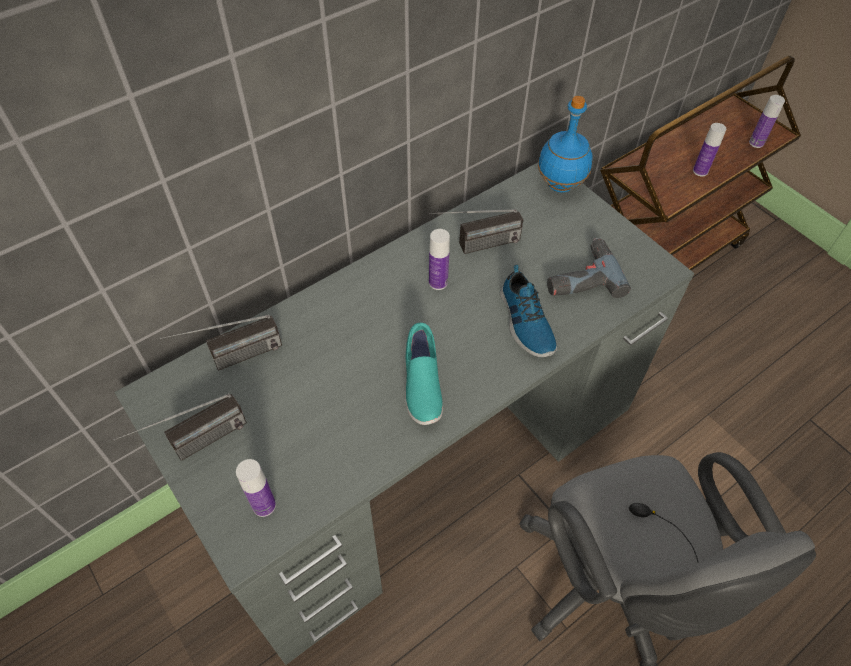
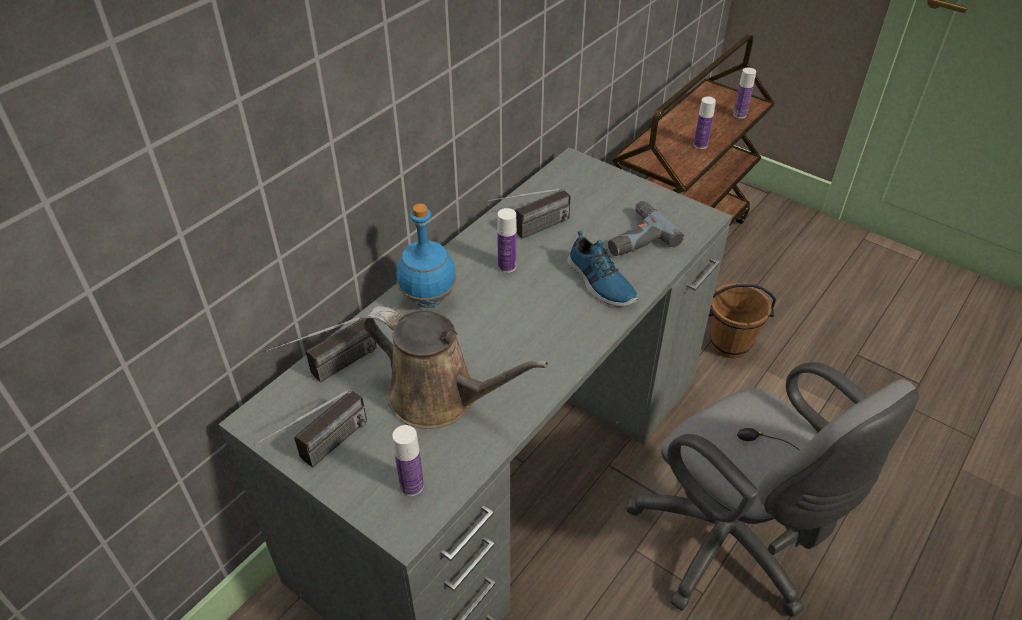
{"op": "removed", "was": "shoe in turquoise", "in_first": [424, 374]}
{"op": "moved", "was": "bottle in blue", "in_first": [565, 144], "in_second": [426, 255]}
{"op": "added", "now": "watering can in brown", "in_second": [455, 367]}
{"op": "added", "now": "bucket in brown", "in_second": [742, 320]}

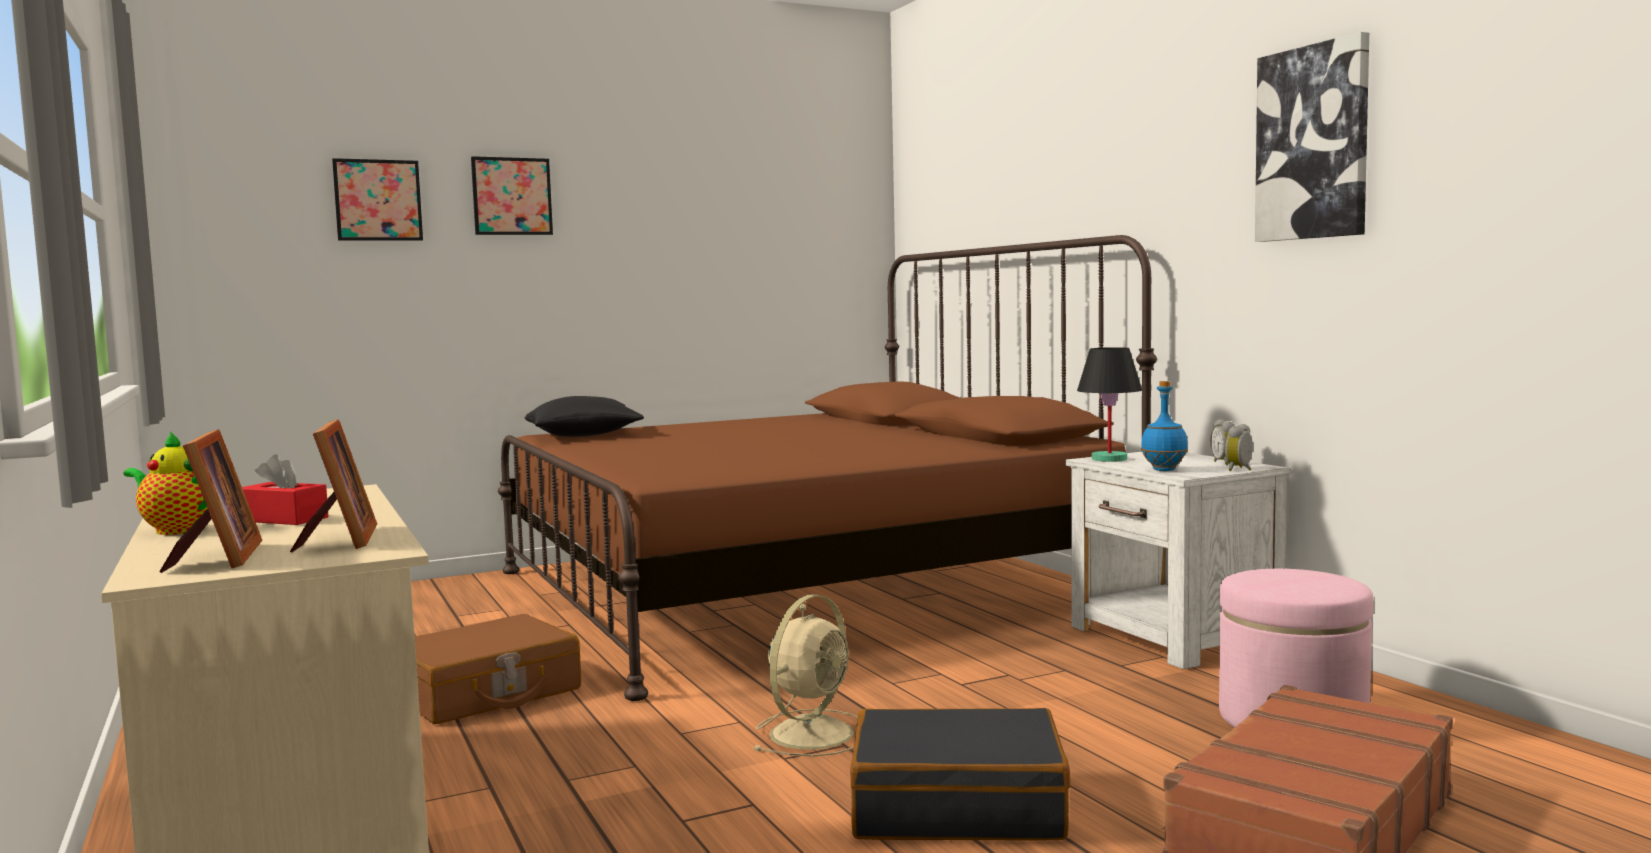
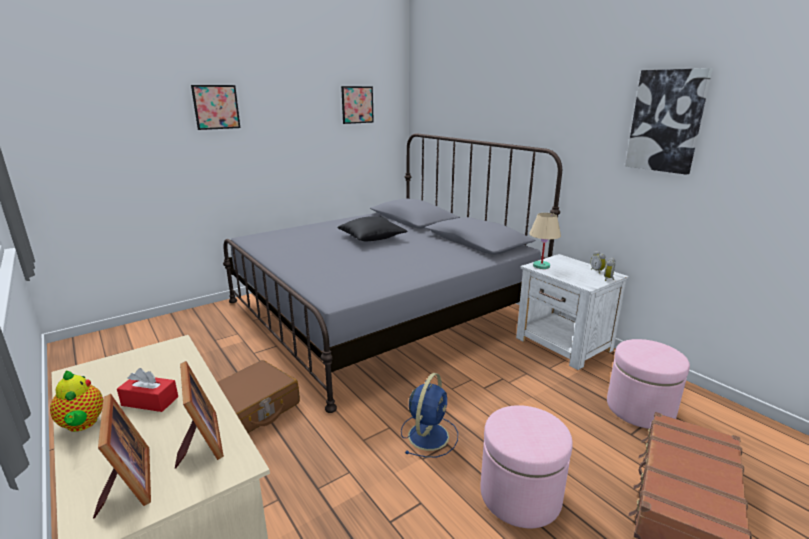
{"op": "turned", "was": "teapot", "in_first": [165, 483], "in_second": [76, 401], "clockwise": -135}
{"op": "moved", "was": "picture", "in_first": [377, 199], "in_second": [357, 105]}
{"op": "recoloured", "was": "bed in brown", "now": "bed in grey", "in_first": [827, 468], "in_second": [392, 273]}
{"op": "moved", "was": "pillow in black", "in_first": [584, 416], "in_second": [372, 228]}
{"op": "recoloured", "was": "fan in beige", "now": "fan in blue", "in_first": [805, 675], "in_second": [429, 415]}
{"op": "replaced", "was": "suitcase in black", "now": "ottoman in pink", "in_first": [960, 774], "in_second": [526, 466]}
{"op": "recoloured", "was": "table lamp in black", "now": "table lamp in beige", "in_first": [1109, 404], "in_second": [545, 241]}
{"op": "removed", "was": "bottle in blue", "in_first": [1164, 426]}

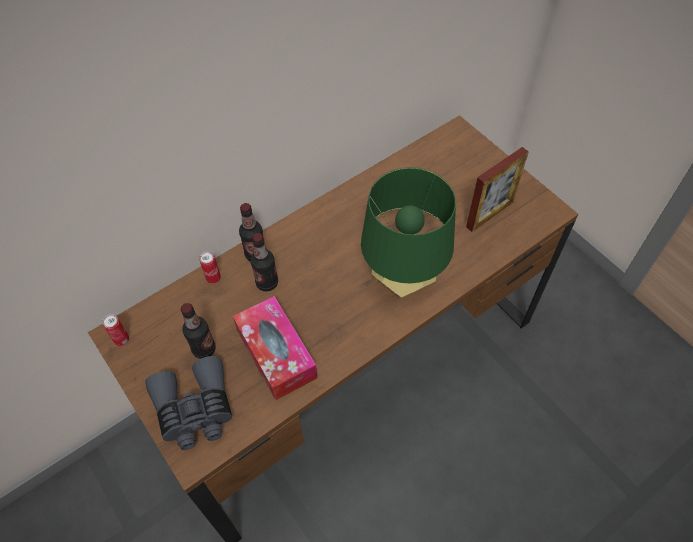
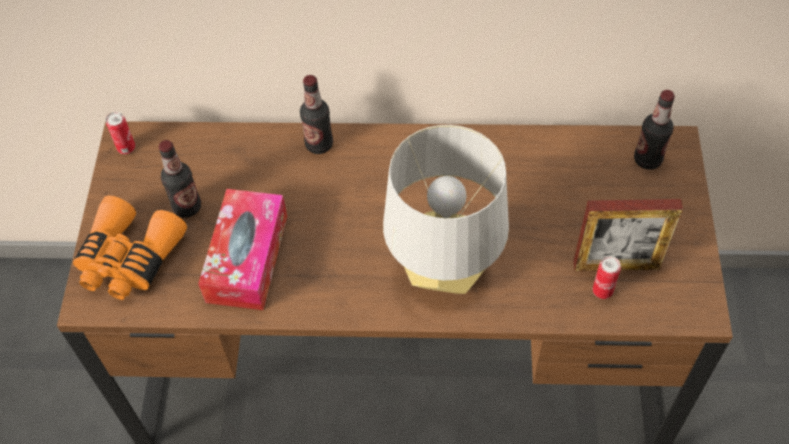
{"op": "recoloured", "was": "binoculars in grey", "now": "binoculars in orange", "in_first": [188, 403], "in_second": [130, 247]}
{"op": "moved", "was": "can", "in_first": [210, 267], "in_second": [607, 277]}
{"op": "moved", "was": "bottle", "in_first": [264, 262], "in_second": [654, 130]}
{"op": "recoloured", "was": "table lamp in green", "now": "table lamp in grey", "in_first": [408, 232], "in_second": [446, 209]}

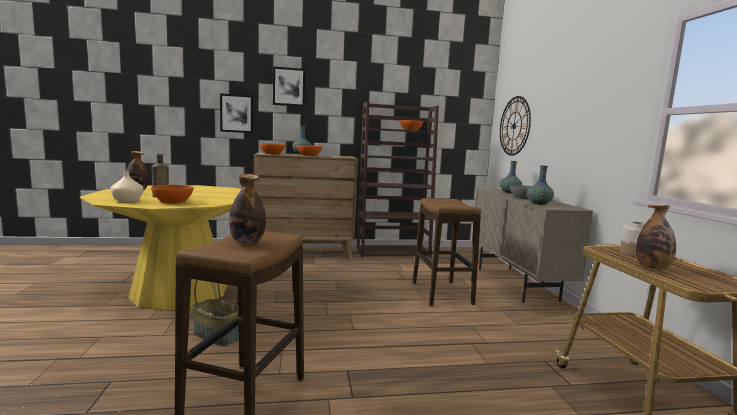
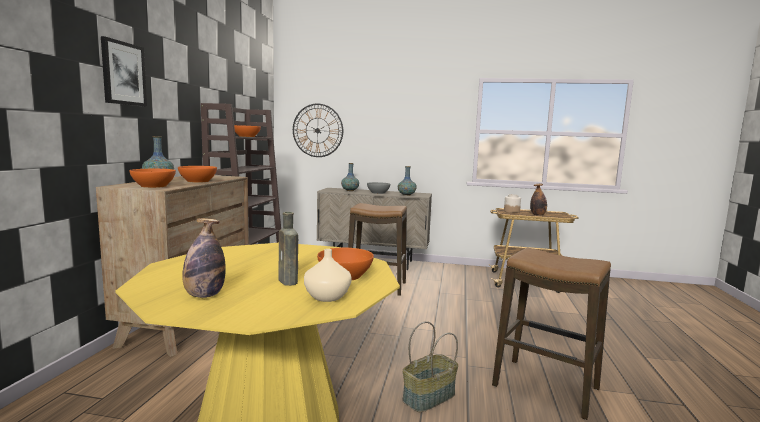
{"op": "removed", "was": "picture", "in_first": [236, 113]}
{"op": "removed", "was": "bottle", "in_first": [247, 209]}

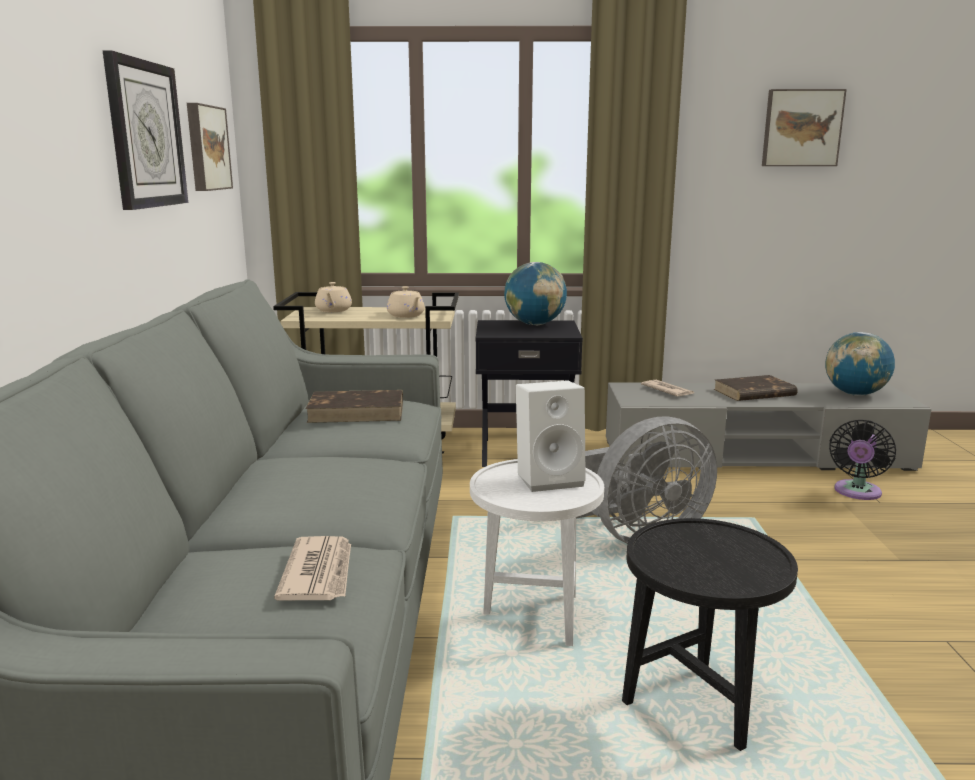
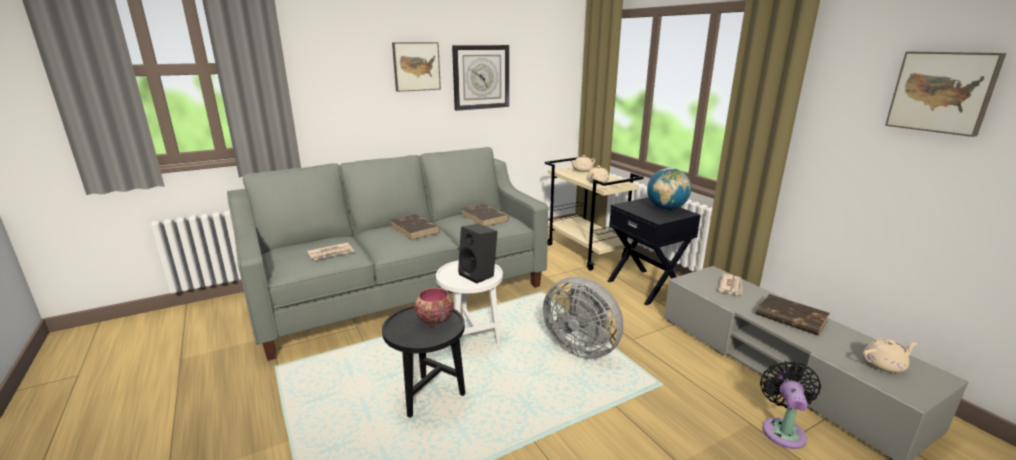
{"op": "moved", "was": "picture", "in_first": [210, 147], "in_second": [416, 67]}
{"op": "recoloured", "was": "speaker in white", "now": "speaker in black", "in_first": [551, 436], "in_second": [478, 254]}
{"op": "replaced", "was": "globe", "now": "teapot in beige", "in_first": [860, 364], "in_second": [890, 355]}
{"op": "turned", "was": "fan in black", "in_first": [862, 460], "in_second": [790, 405], "clockwise": 105}
{"op": "added", "now": "book in brown", "in_second": [415, 227]}
{"op": "added", "now": "bowl", "in_second": [434, 308]}

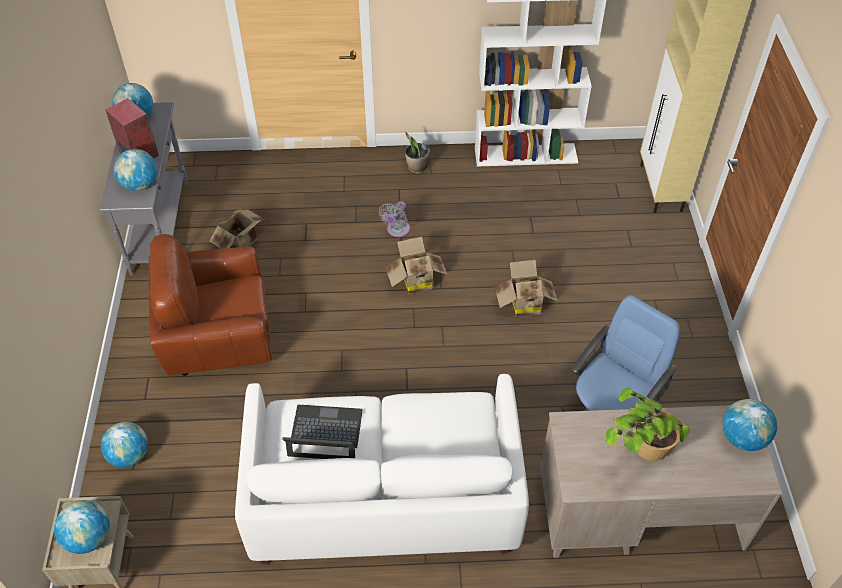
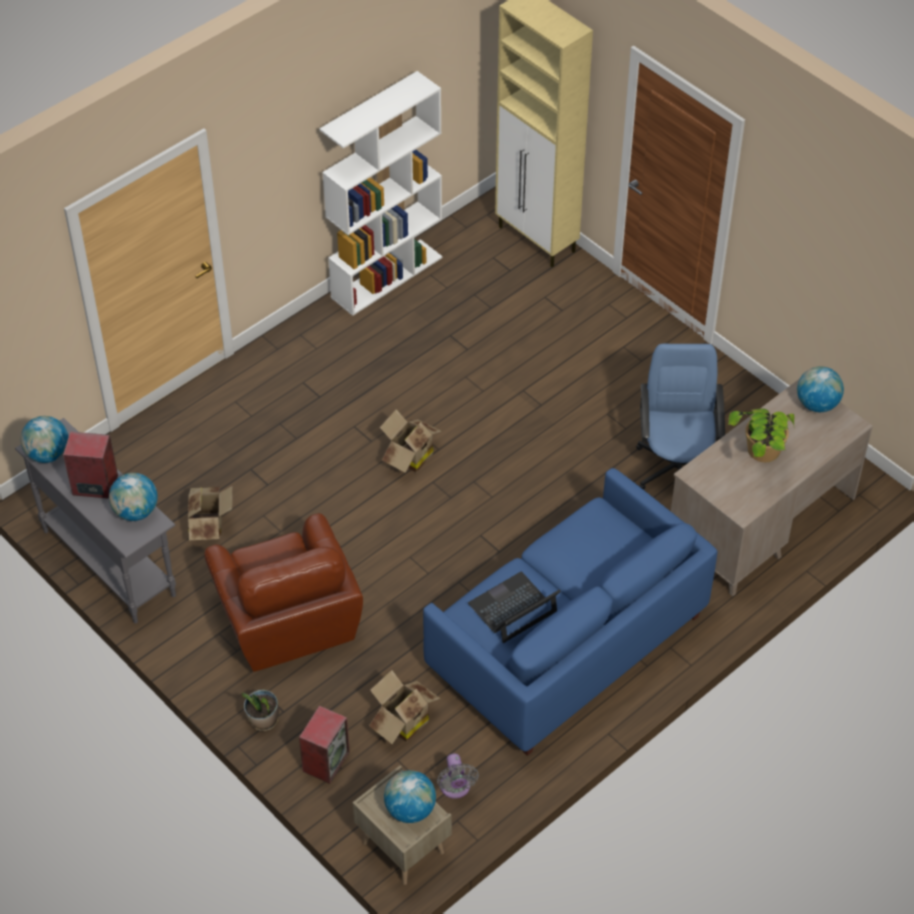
{"op": "replaced", "was": "globe", "now": "speaker", "in_first": [124, 444], "in_second": [324, 745]}
{"op": "turned", "was": "armchair in brown", "in_first": [210, 305], "in_second": [283, 592], "clockwise": -60}
{"op": "recoloured", "was": "sofa in white", "now": "sofa in blue", "in_first": [382, 469], "in_second": [570, 612]}
{"op": "moved", "was": "fan in grey", "in_first": [394, 219], "in_second": [458, 776]}
{"op": "moved", "was": "potted plant", "in_first": [417, 153], "in_second": [260, 710]}
{"op": "moved", "was": "cardboard box", "in_first": [526, 288], "in_second": [404, 707]}

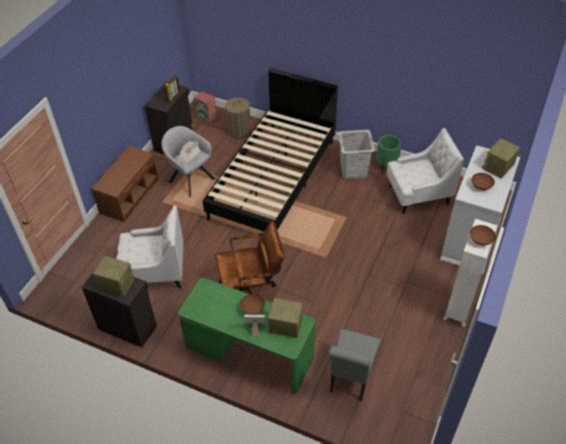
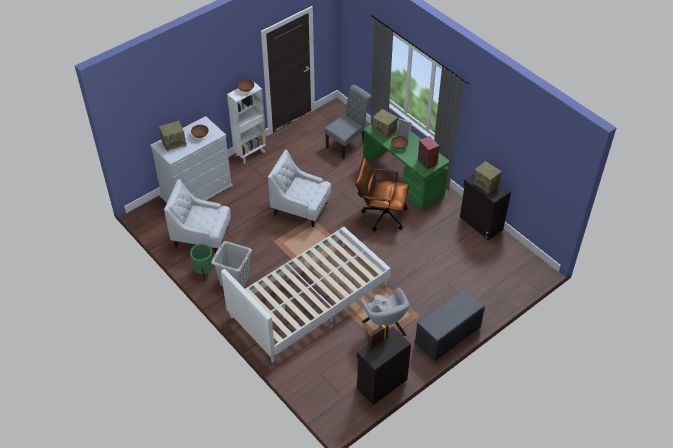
{"op": "recoloured", "was": "bench in brown", "now": "bench in grey", "in_first": [124, 184], "in_second": [450, 324]}
{"op": "moved", "was": "armchair in white", "in_first": [149, 247], "in_second": [299, 188]}
{"op": "moved", "was": "speaker", "in_first": [205, 107], "in_second": [429, 152]}
{"op": "recoloured", "was": "bed in black", "now": "bed in white", "in_first": [270, 149], "in_second": [306, 294]}
{"op": "removed", "was": "laundry basket", "in_first": [237, 118]}

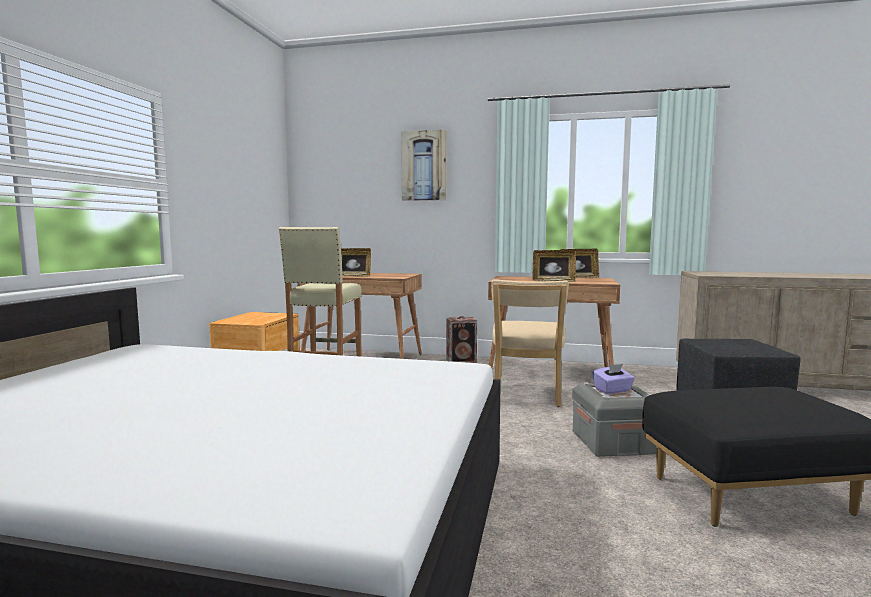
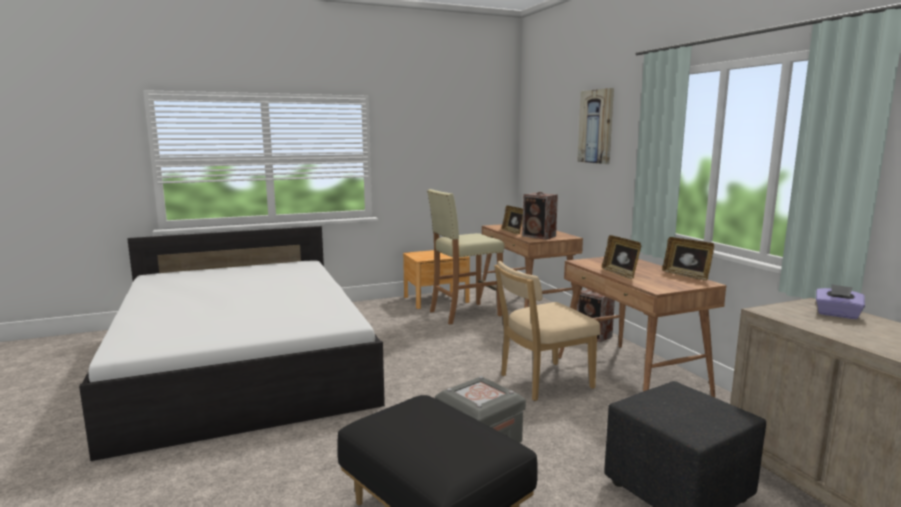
{"op": "moved", "was": "tissue box in purple", "in_first": [614, 379], "in_second": [840, 301]}
{"op": "added", "now": "speaker", "in_second": [540, 216]}

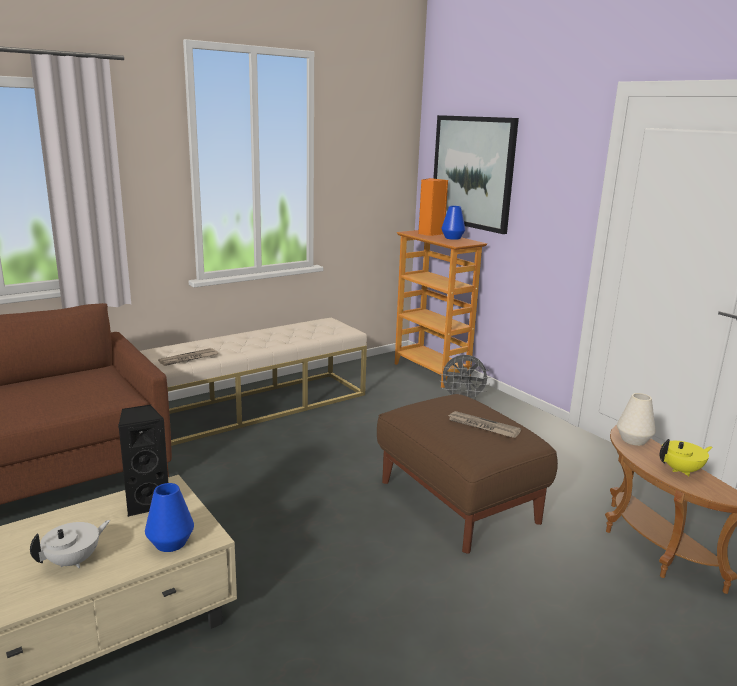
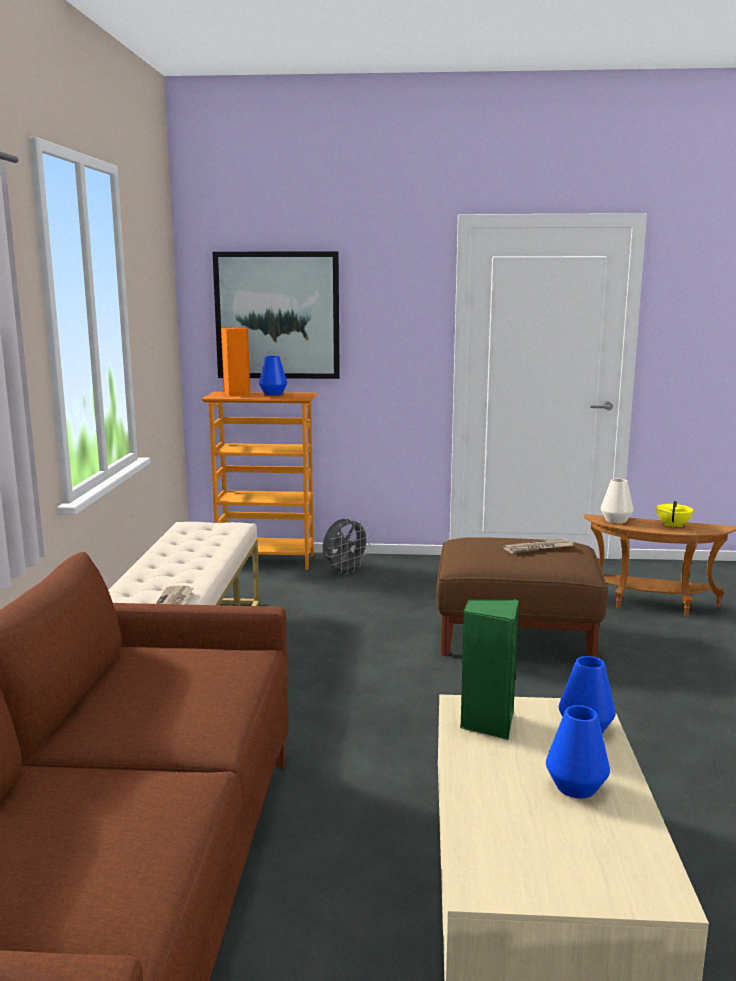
{"op": "replaced", "was": "teapot in white", "now": "vase in blue", "in_first": [70, 544], "in_second": [578, 751]}
{"op": "recoloured", "was": "speaker in black", "now": "speaker in green", "in_first": [143, 461], "in_second": [489, 669]}

